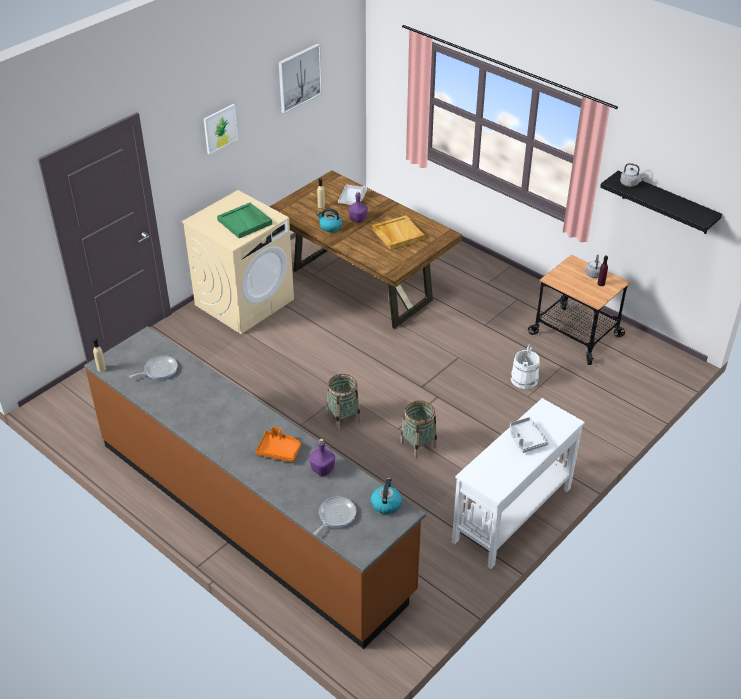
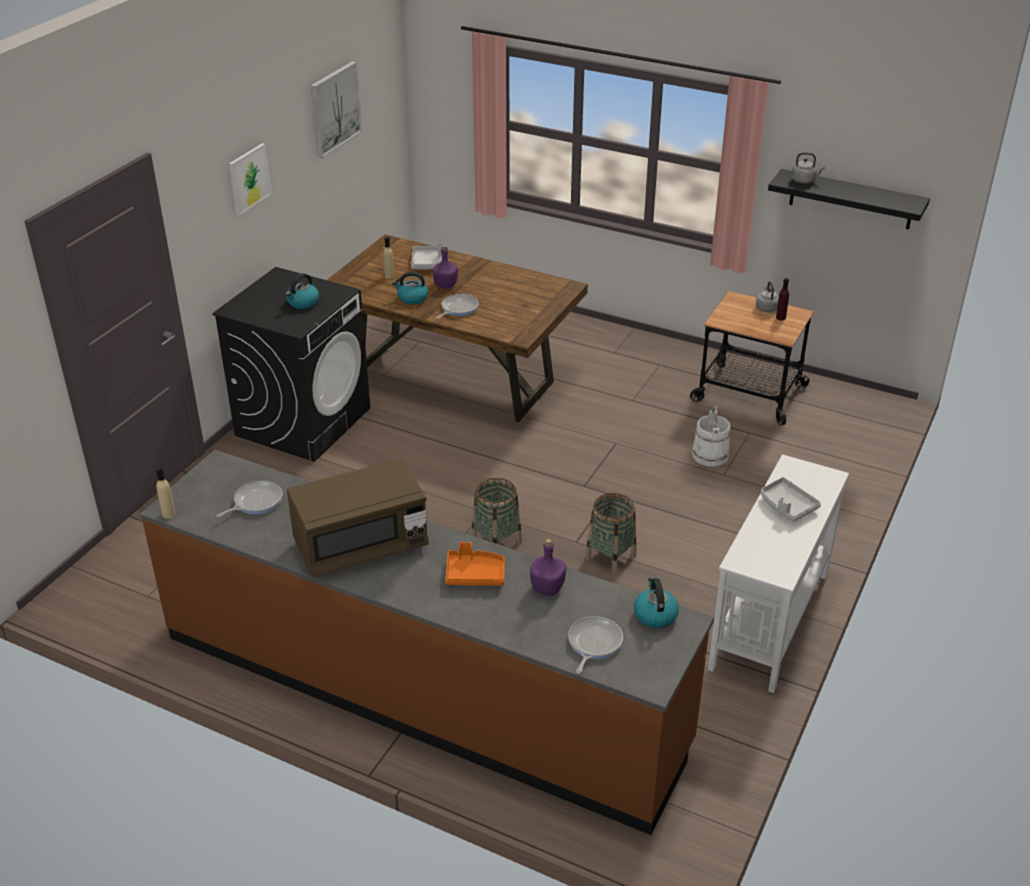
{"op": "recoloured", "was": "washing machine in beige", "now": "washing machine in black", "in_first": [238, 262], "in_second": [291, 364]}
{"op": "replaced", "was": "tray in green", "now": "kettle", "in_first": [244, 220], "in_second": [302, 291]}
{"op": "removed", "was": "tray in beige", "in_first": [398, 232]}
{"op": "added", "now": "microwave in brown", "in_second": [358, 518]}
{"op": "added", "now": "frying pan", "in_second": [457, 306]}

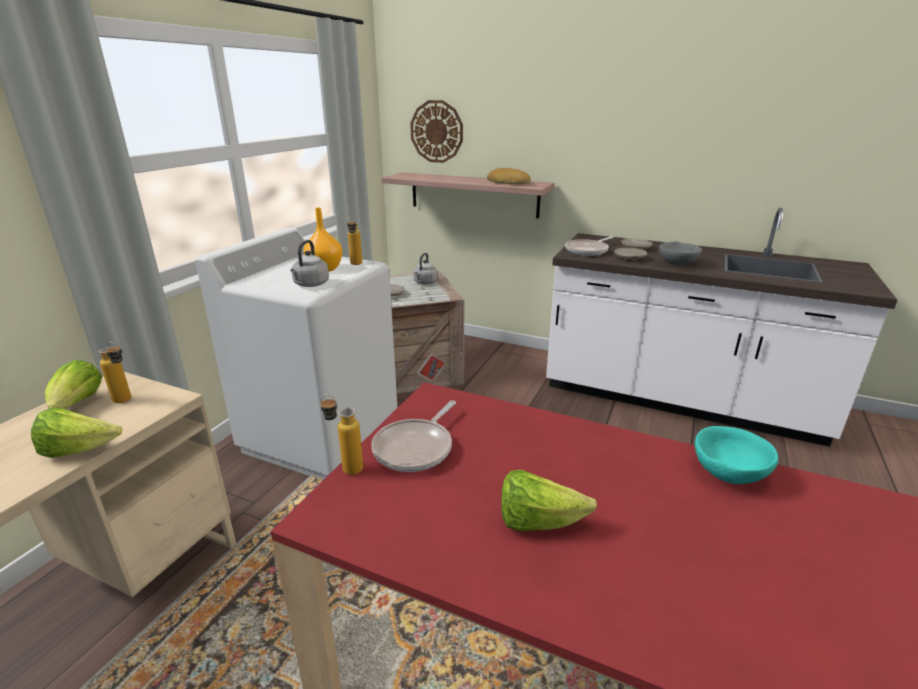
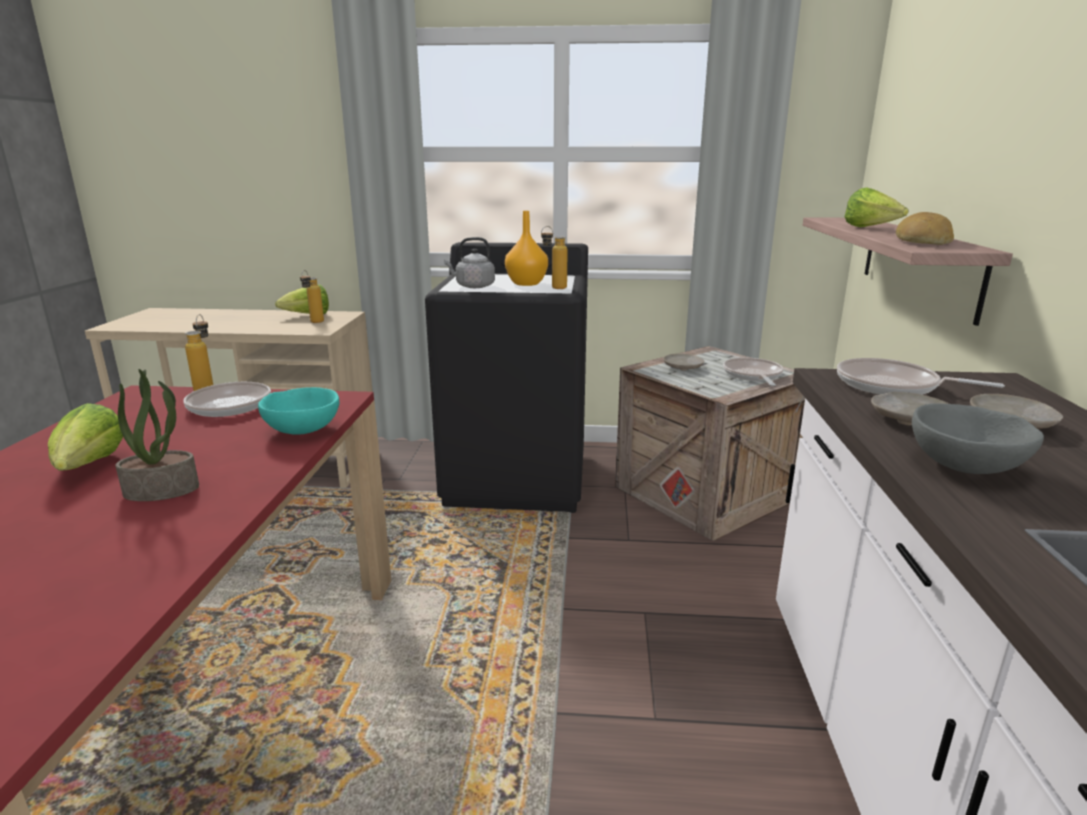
{"op": "moved", "was": "lettuce", "in_first": [76, 433], "in_second": [876, 207]}
{"op": "recoloured", "was": "washing machine in white", "now": "washing machine in black", "in_first": [296, 353], "in_second": [506, 377]}
{"op": "removed", "was": "wall clock", "in_first": [436, 131]}
{"op": "replaced", "was": "kettle in grey", "now": "frying pan", "in_first": [425, 268], "in_second": [753, 372]}
{"op": "moved", "was": "bowl in turquoise", "in_first": [736, 455], "in_second": [299, 411]}
{"op": "added", "now": "potted plant", "in_second": [157, 435]}

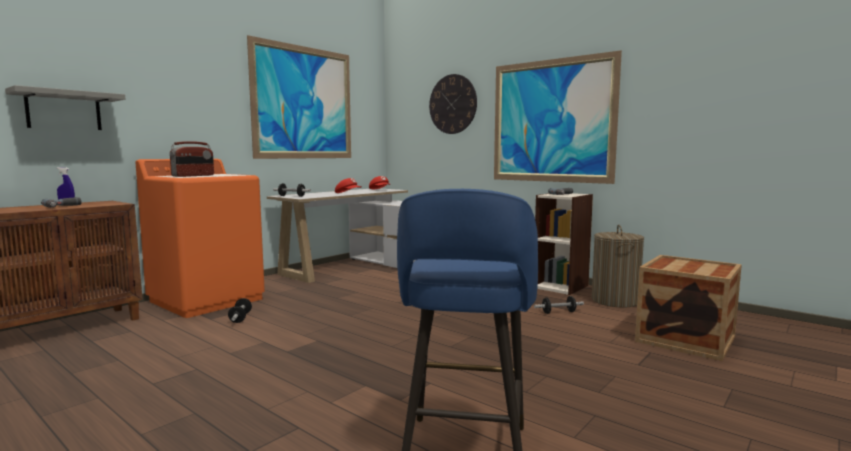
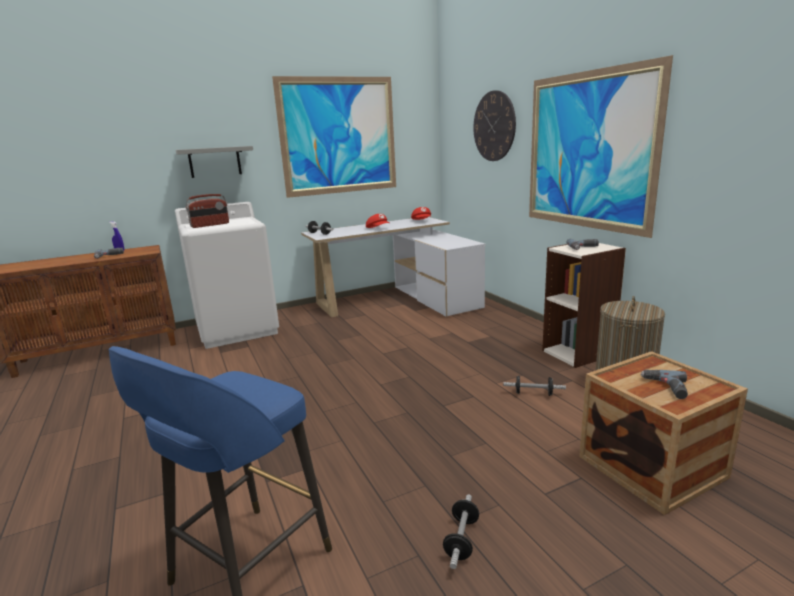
{"op": "moved", "was": "shelf in grey", "in_first": [65, 107], "in_second": [214, 162]}
{"op": "recoloured", "was": "washing machine in orange", "now": "washing machine in white", "in_first": [200, 238], "in_second": [227, 275]}
{"op": "moved", "was": "dumbbell", "in_first": [240, 310], "in_second": [461, 531]}
{"op": "added", "now": "power drill", "in_second": [664, 384]}

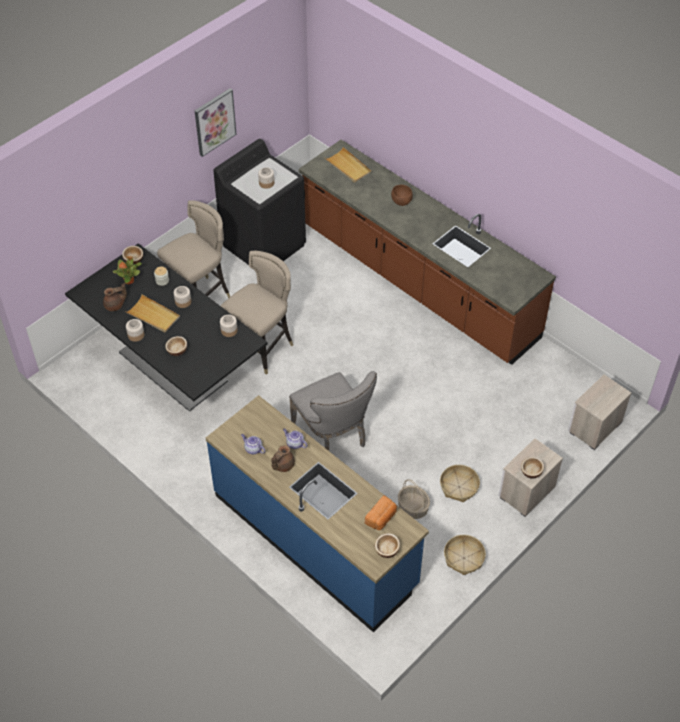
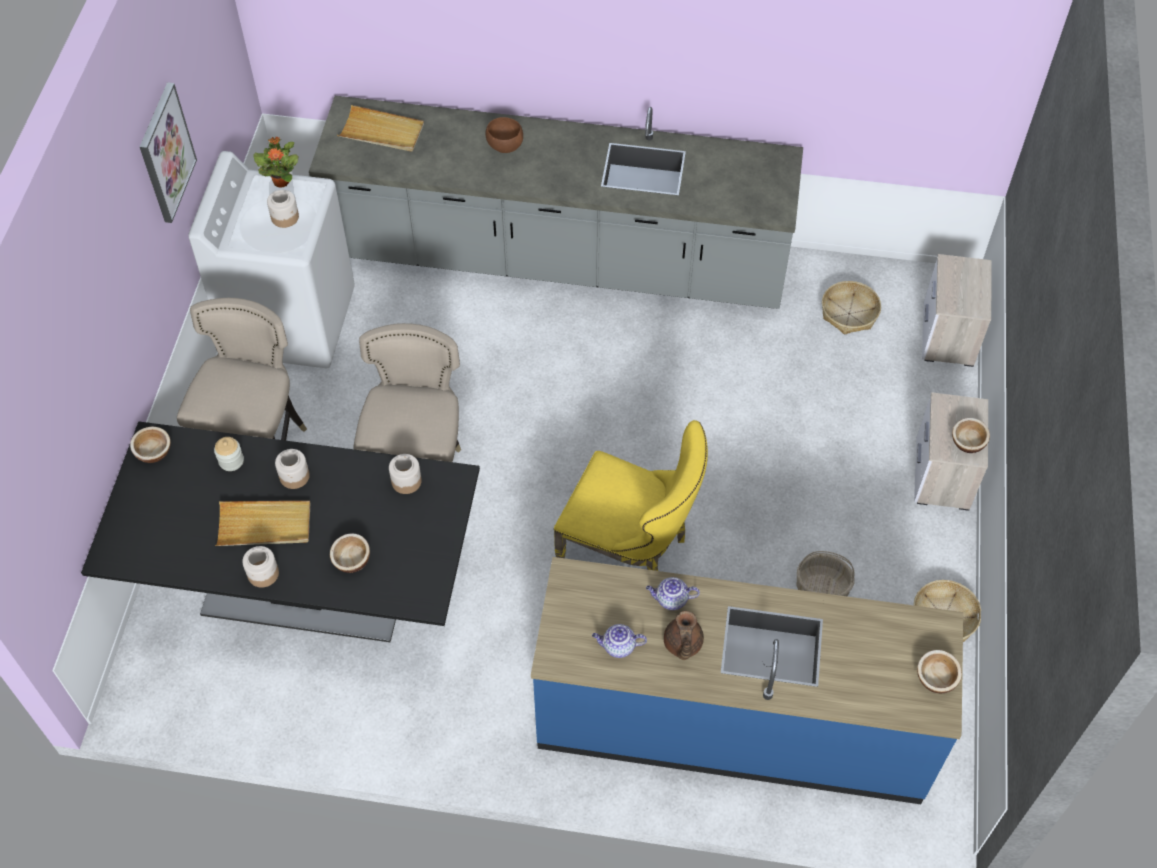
{"op": "removed", "was": "teapot in brown", "in_first": [115, 297]}
{"op": "moved", "was": "potted plant", "in_first": [127, 270], "in_second": [275, 162]}
{"op": "recoloured", "was": "washing machine in black", "now": "washing machine in white", "in_first": [259, 202], "in_second": [271, 259]}
{"op": "recoloured", "was": "chair in grey", "now": "chair in yellow", "in_first": [333, 411], "in_second": [631, 495]}
{"op": "recoloured", "was": "counter in brown", "now": "counter in grey", "in_first": [427, 252], "in_second": [556, 202]}
{"op": "removed", "was": "bread", "in_first": [381, 512]}
{"op": "moved", "was": "basket", "in_first": [460, 483], "in_second": [851, 308]}

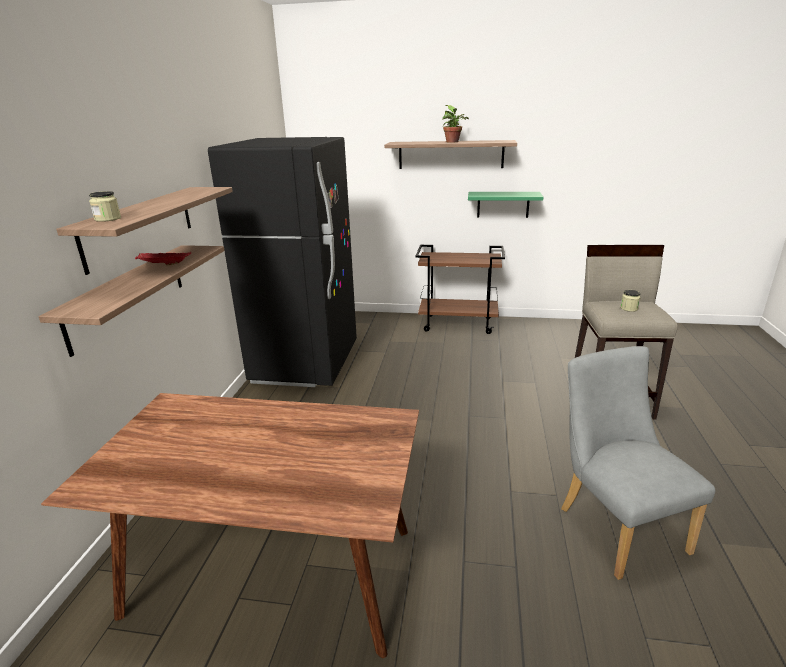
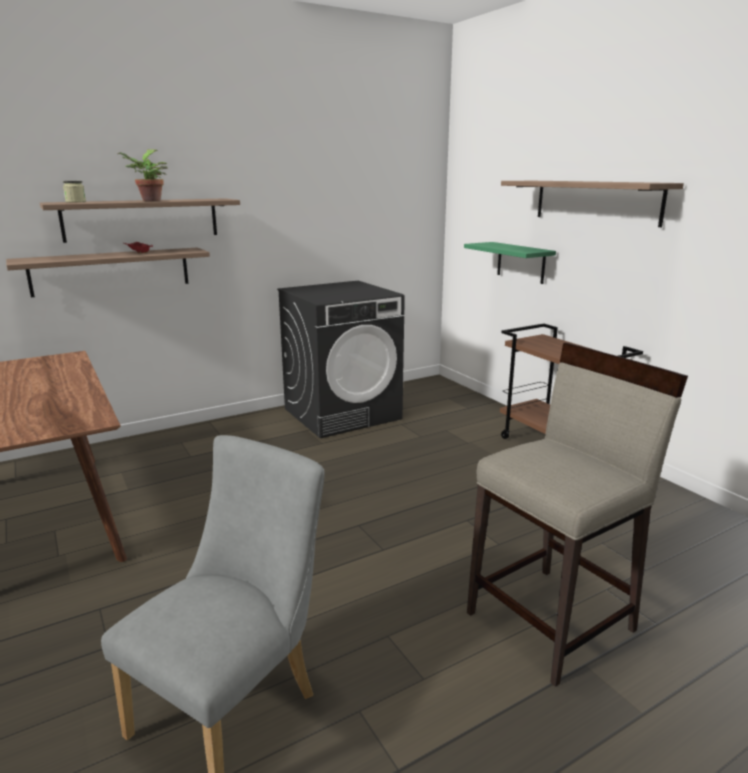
{"op": "replaced", "was": "fridge in black", "now": "washing machine in black", "in_first": [282, 262], "in_second": [341, 359]}
{"op": "moved", "was": "potted plant", "in_first": [455, 124], "in_second": [143, 175]}
{"op": "moved", "was": "shelf in green", "in_first": [505, 205], "in_second": [510, 263]}
{"op": "removed", "was": "jar", "in_first": [630, 301]}

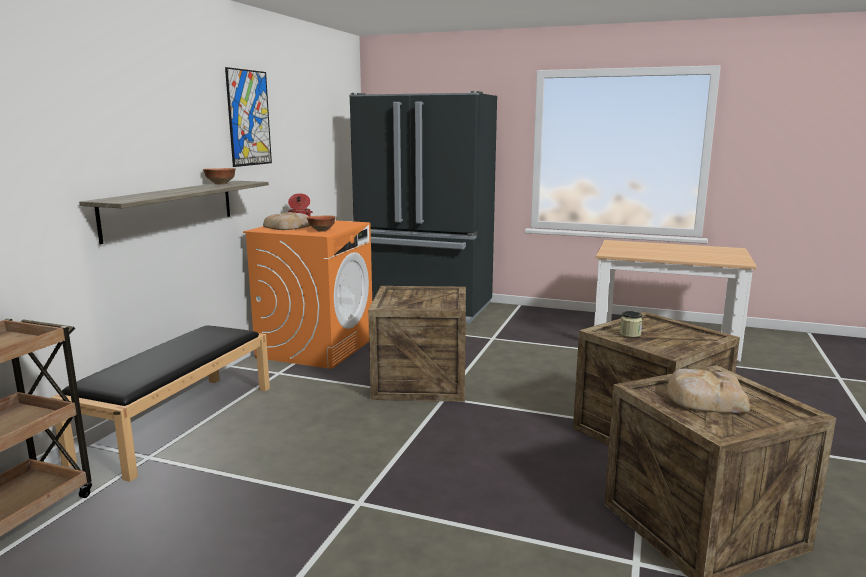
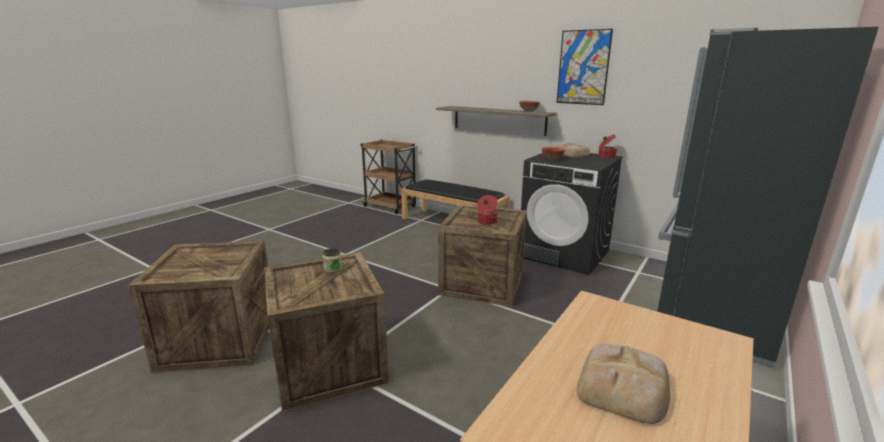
{"op": "recoloured", "was": "washing machine in orange", "now": "washing machine in black", "in_first": [307, 294], "in_second": [571, 214]}
{"op": "moved", "was": "bread", "in_first": [708, 391], "in_second": [623, 384]}
{"op": "added", "now": "cooking pot", "in_second": [487, 210]}

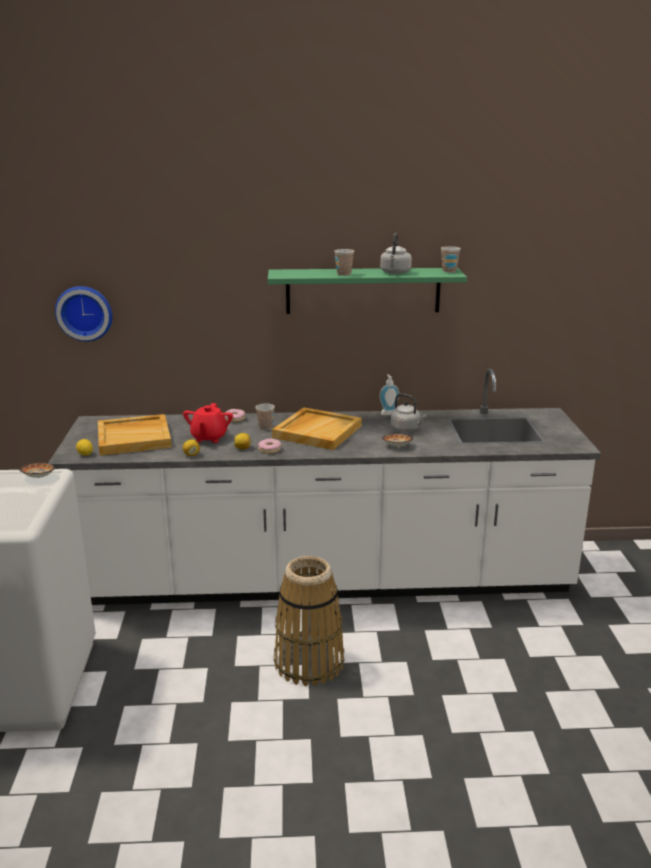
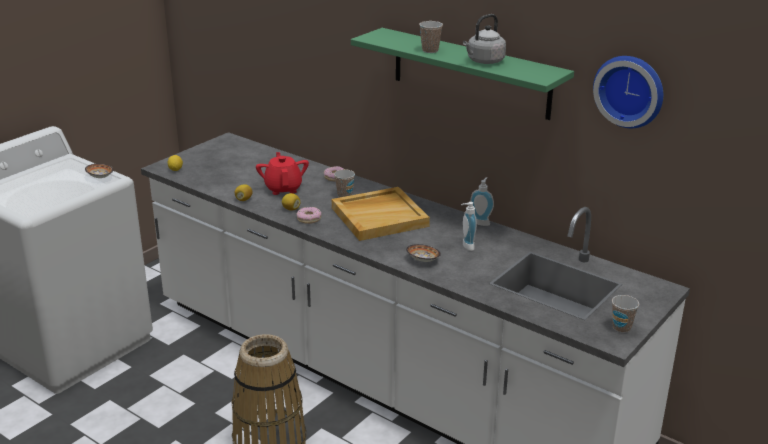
{"op": "moved", "was": "wall clock", "in_first": [83, 313], "in_second": [628, 92]}
{"op": "removed", "was": "tray in beige", "in_first": [135, 434]}
{"op": "turned", "was": "teapot in red", "in_first": [208, 423], "in_second": [282, 173], "clockwise": 120}
{"op": "replaced", "was": "kettle in grey", "now": "soap dispenser", "in_first": [409, 412], "in_second": [469, 226]}
{"op": "moved", "was": "cup", "in_first": [451, 260], "in_second": [625, 314]}

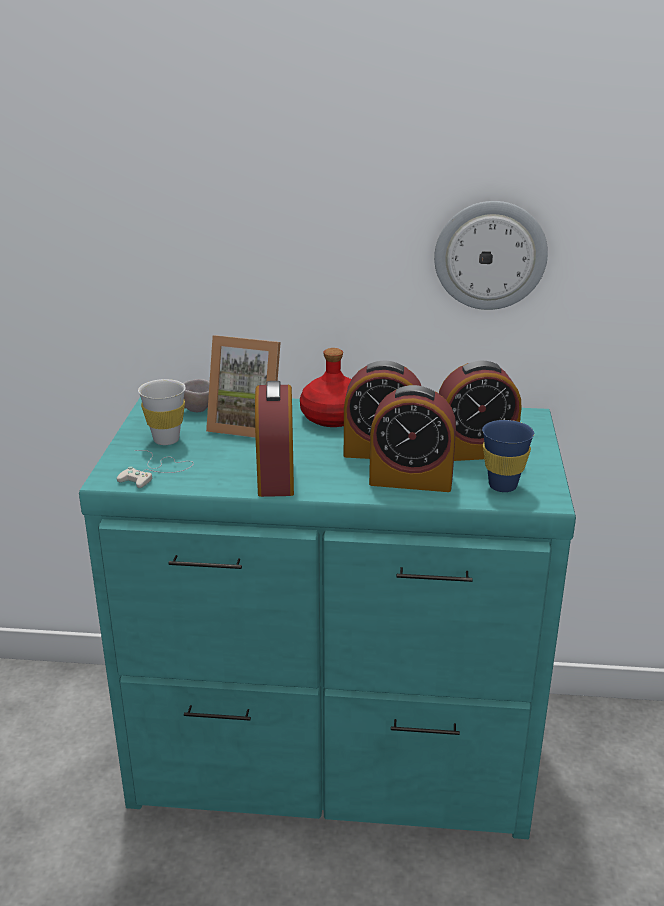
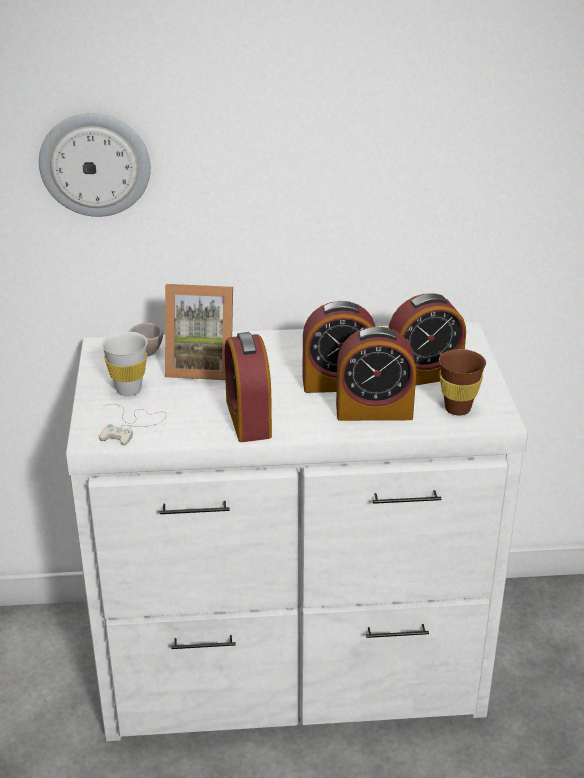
{"op": "recoloured", "was": "dresser in turquoise", "now": "dresser in white", "in_first": [327, 618], "in_second": [296, 531]}
{"op": "removed", "was": "bottle in red", "in_first": [325, 387]}
{"op": "moved", "was": "wall clock", "in_first": [491, 255], "in_second": [95, 165]}
{"op": "recoloured", "was": "cup in blue", "now": "cup in brown", "in_first": [508, 456], "in_second": [462, 382]}

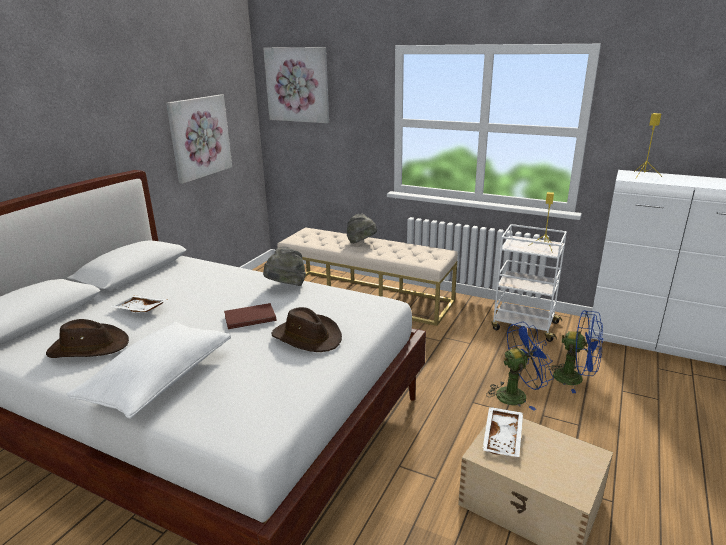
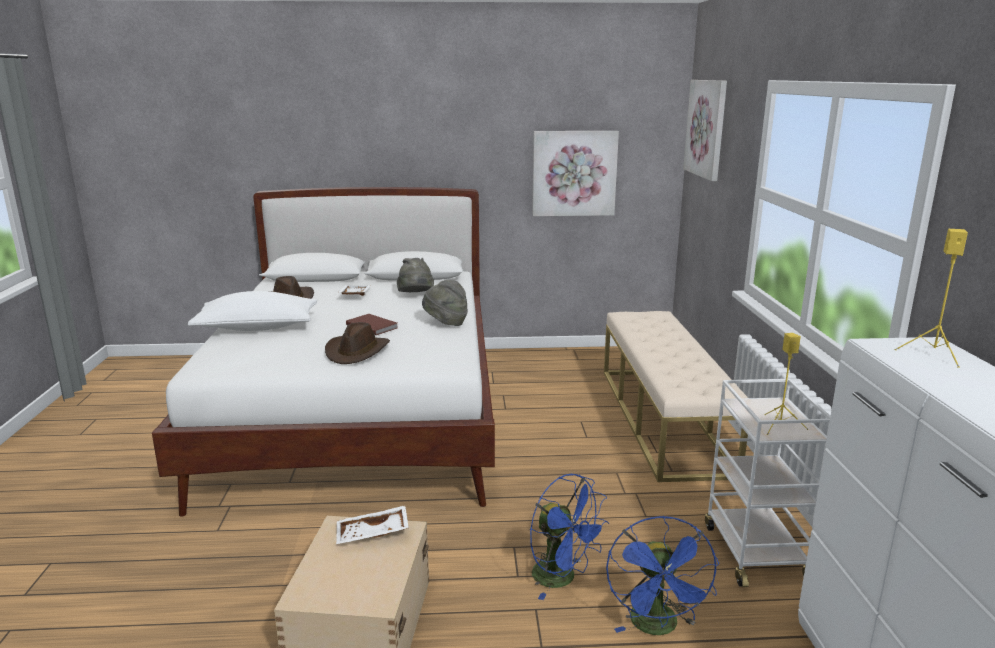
{"op": "moved", "was": "hat in grey", "in_first": [362, 228], "in_second": [415, 275]}

